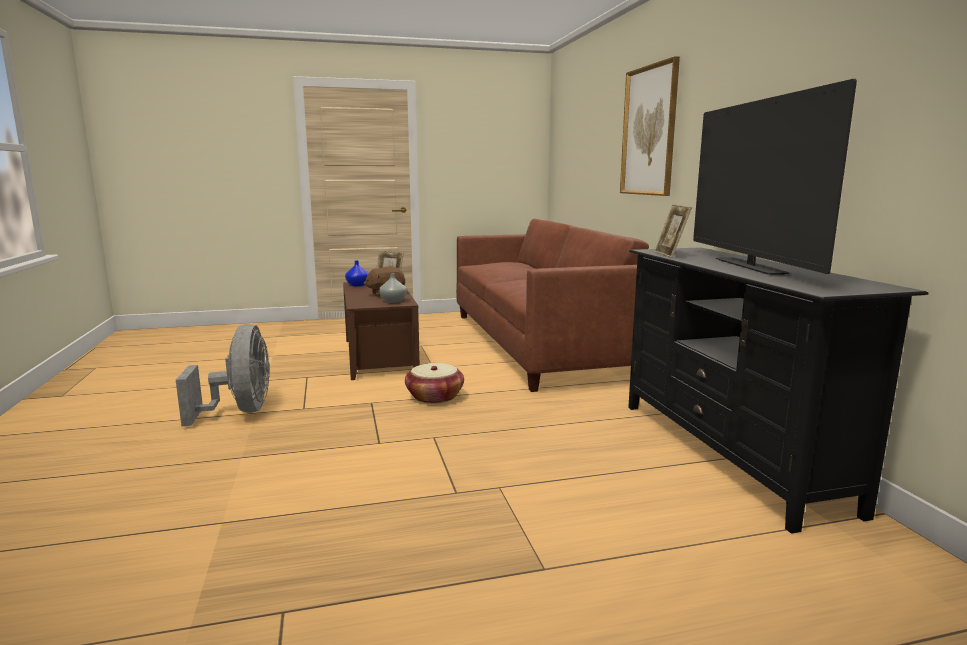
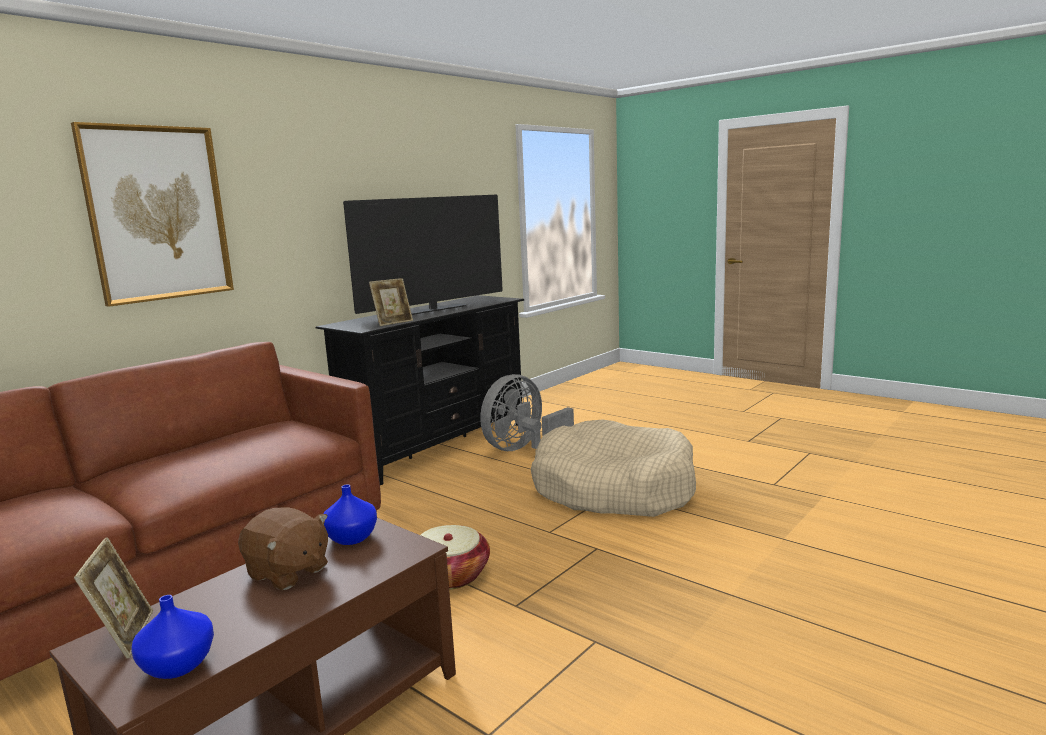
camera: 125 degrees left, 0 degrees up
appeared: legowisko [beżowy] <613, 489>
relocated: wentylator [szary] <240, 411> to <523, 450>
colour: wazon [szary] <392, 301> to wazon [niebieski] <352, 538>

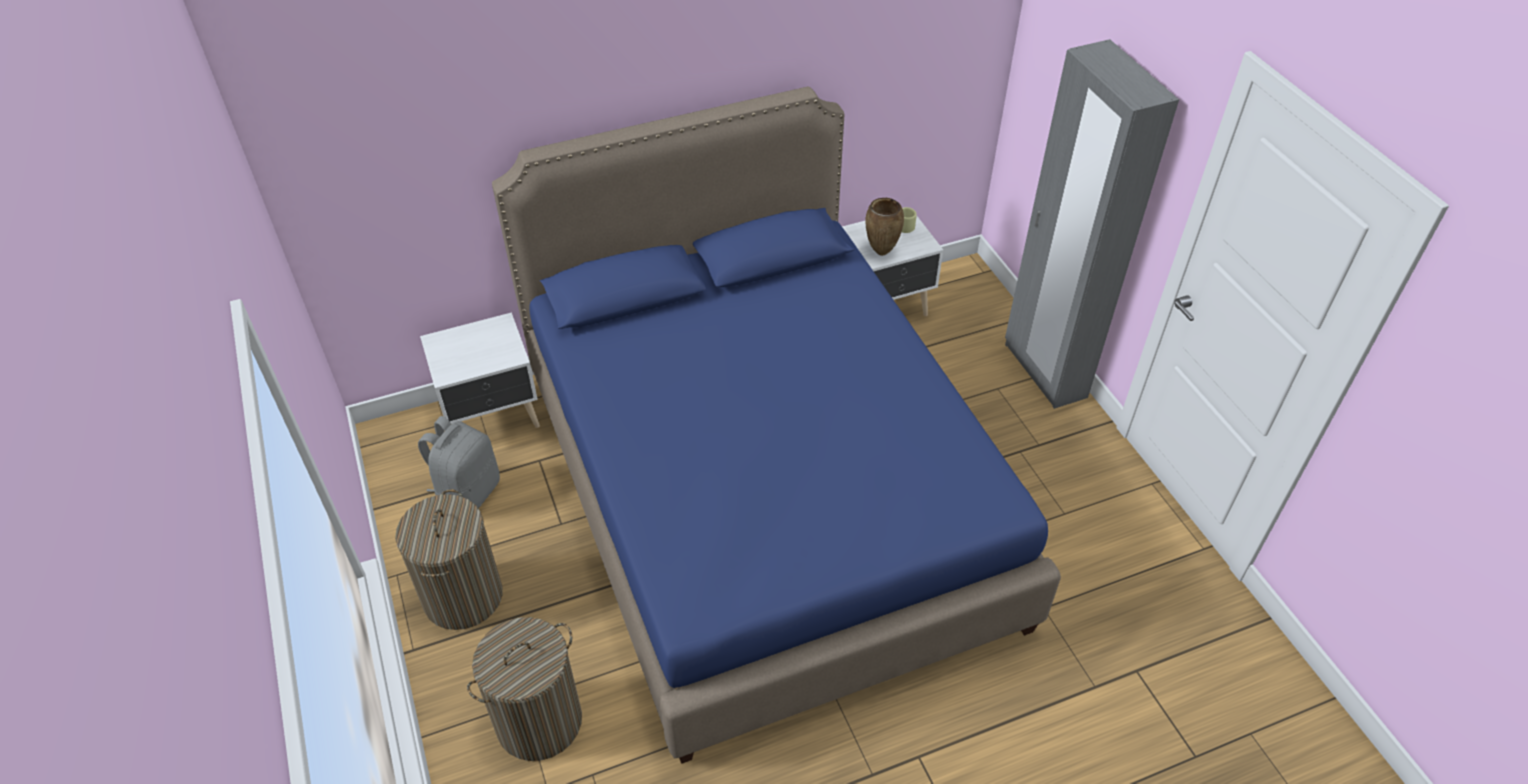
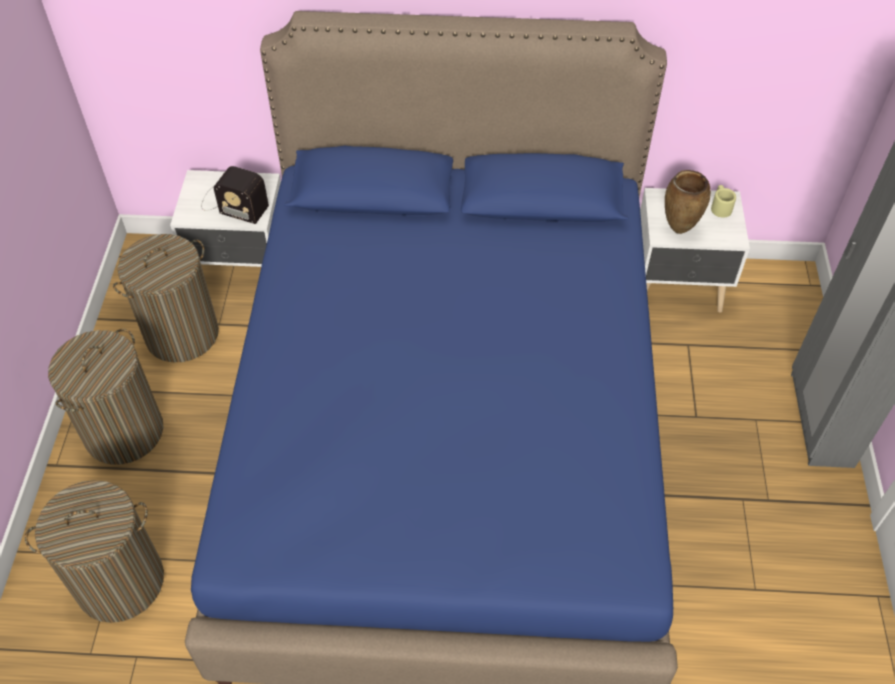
camera: 25 degrees right, 5 degrees up
appeared: radio <232, 203>
exchanged: plecak [szary] <467, 493> to kosz na pranie <182, 334>

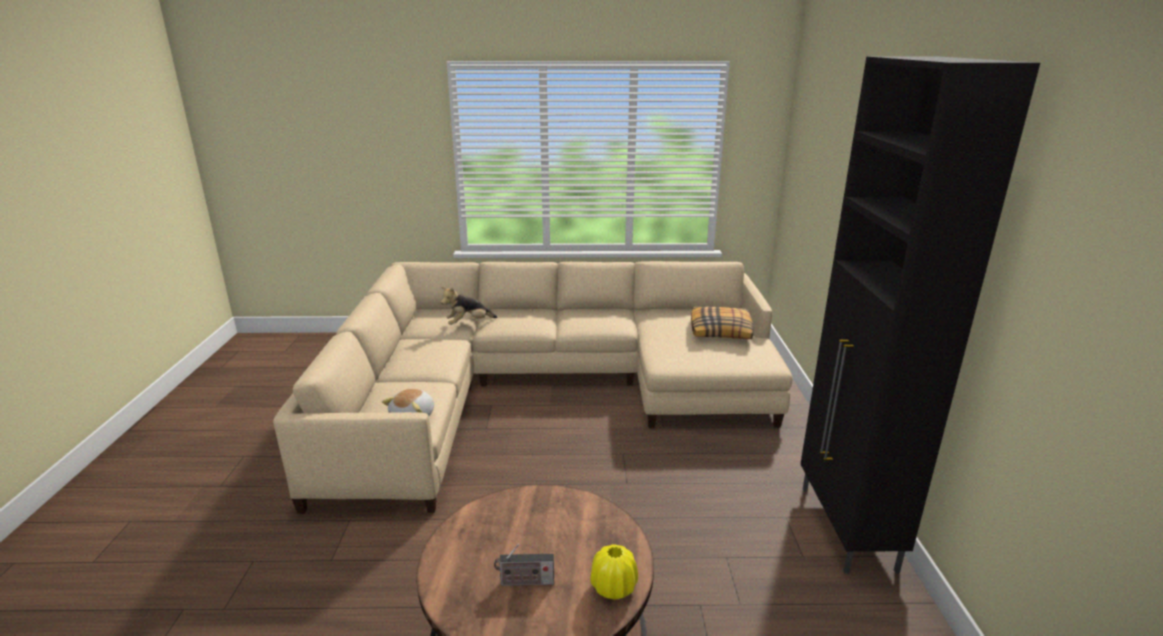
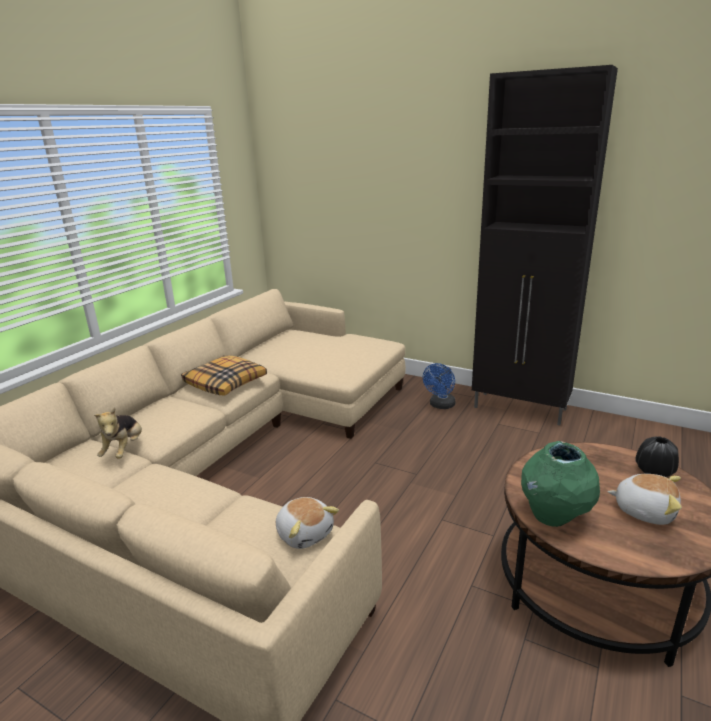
camera: 60 degrees left, 0 degrees up
appeared: wentylator [niebieski] <440, 405>; wazon [zielony] <554, 517>
relocated: poduszka <721, 331> to <226, 383>
exchanged: radio <524, 582> to pluszak <644, 510>
colour: wazon [żółty] <613, 587> to wazon [czarny] <654, 471>

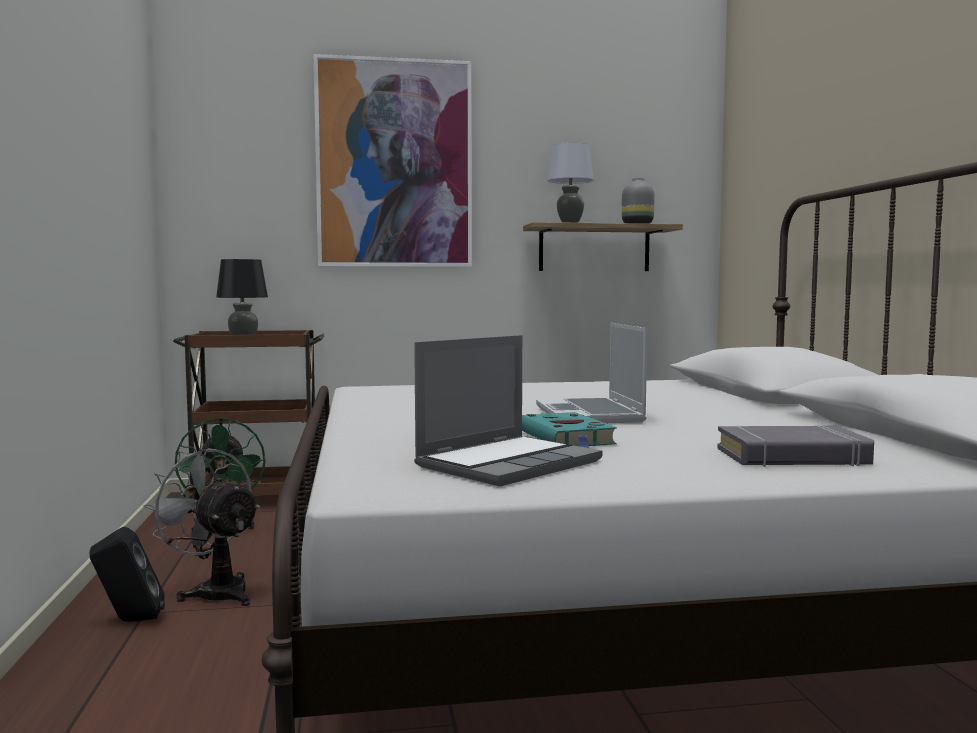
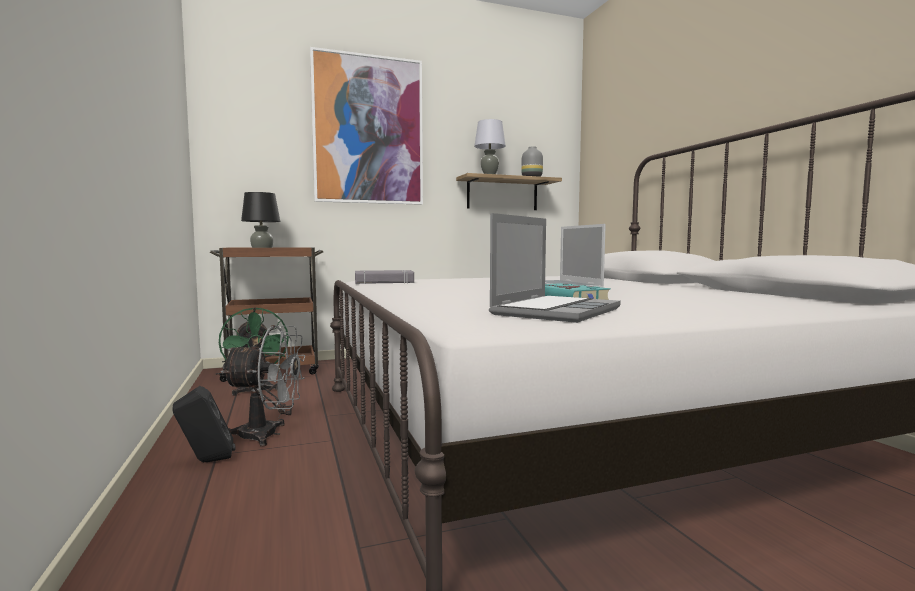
camera: 10 degrees left, 0 degrees up
relocated: książka [szary] <792, 457> to <384, 282>
spun: wentylator [szary] <214, 591> = <268, 435> 150 degrees clockwise

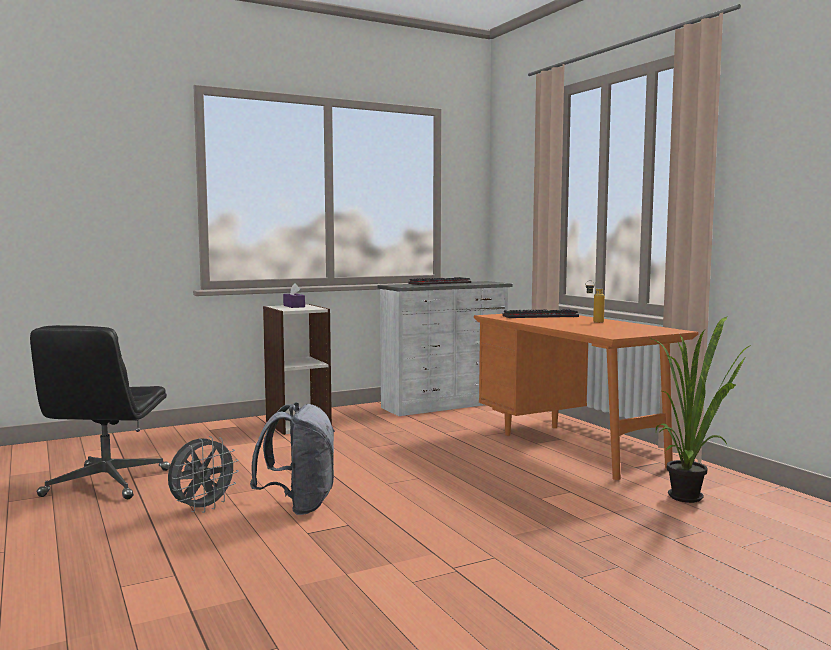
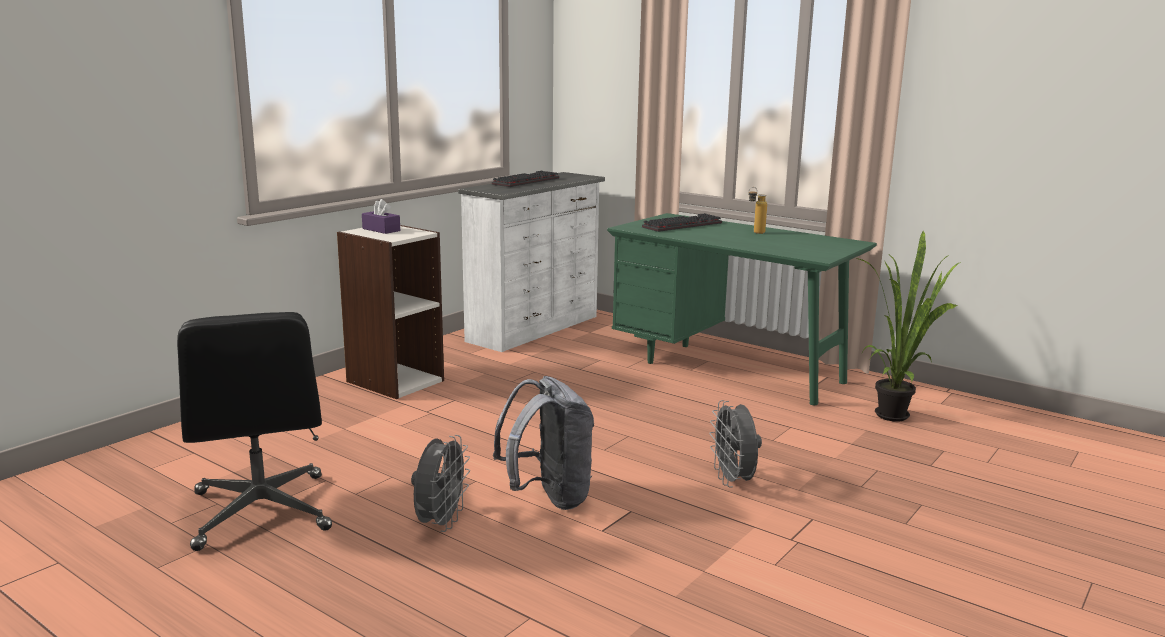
camera: 25 degrees left, 10 degrees up
appeared: wentylator [szary] <733, 481>
colour: biurko [pomarańczowy] <572, 446> to biurko [zielony] <730, 369>

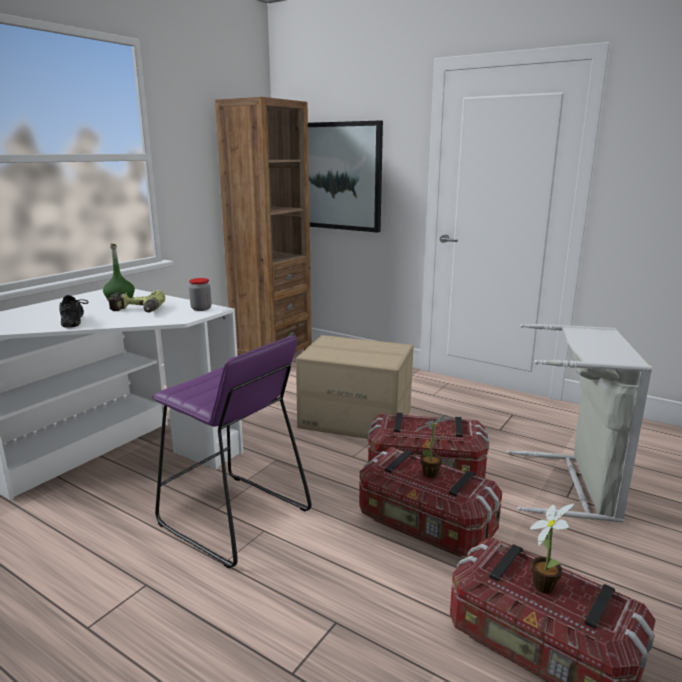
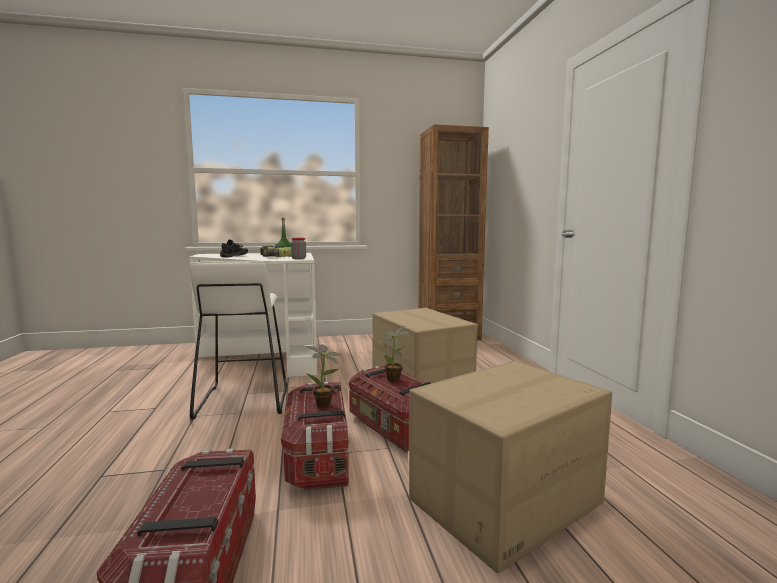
camera: 45 degrees right, 10 degrees down
missing: obraz <337, 176>
relocated: roślina doniczkowa <544, 584> to <395, 379>
exchanged: kosz na pranie [szary] <574, 486> to karton <506, 502>
colour: stołek [fioletowy] <233, 518> to stołek [biały] <243, 400>

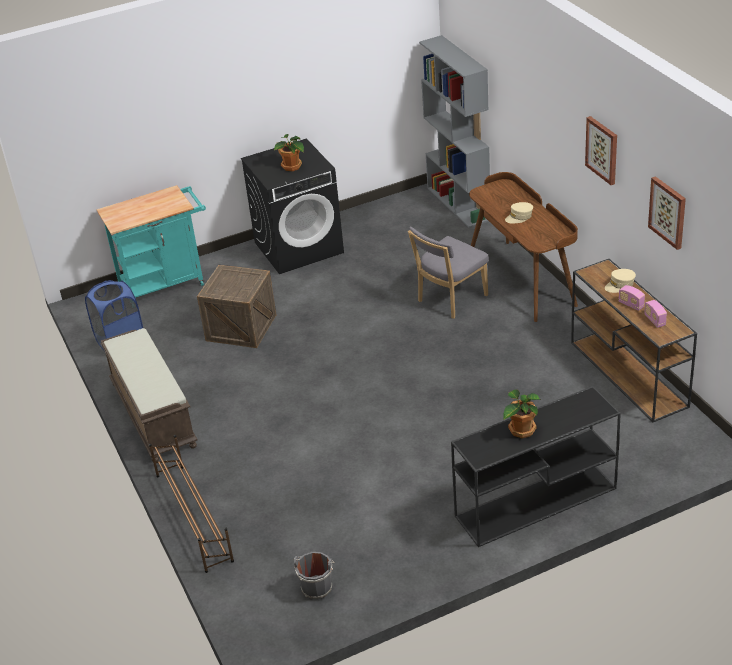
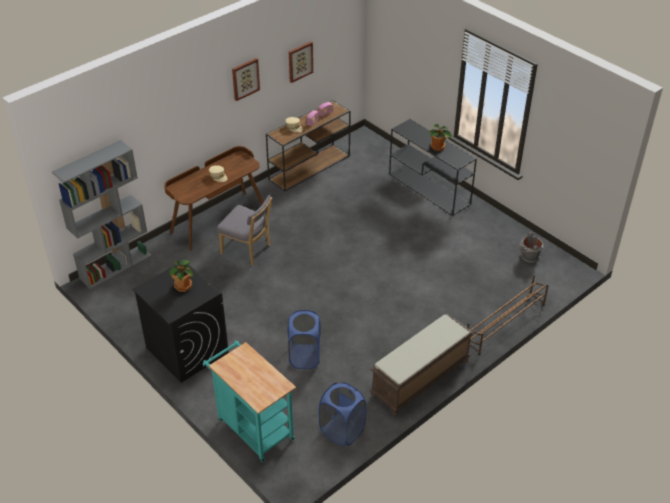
camera: 110 degrees left, 5 degrees up
exchanged: skrzynka <241, 327> to kosz na pranie [niebieski] <305, 357>

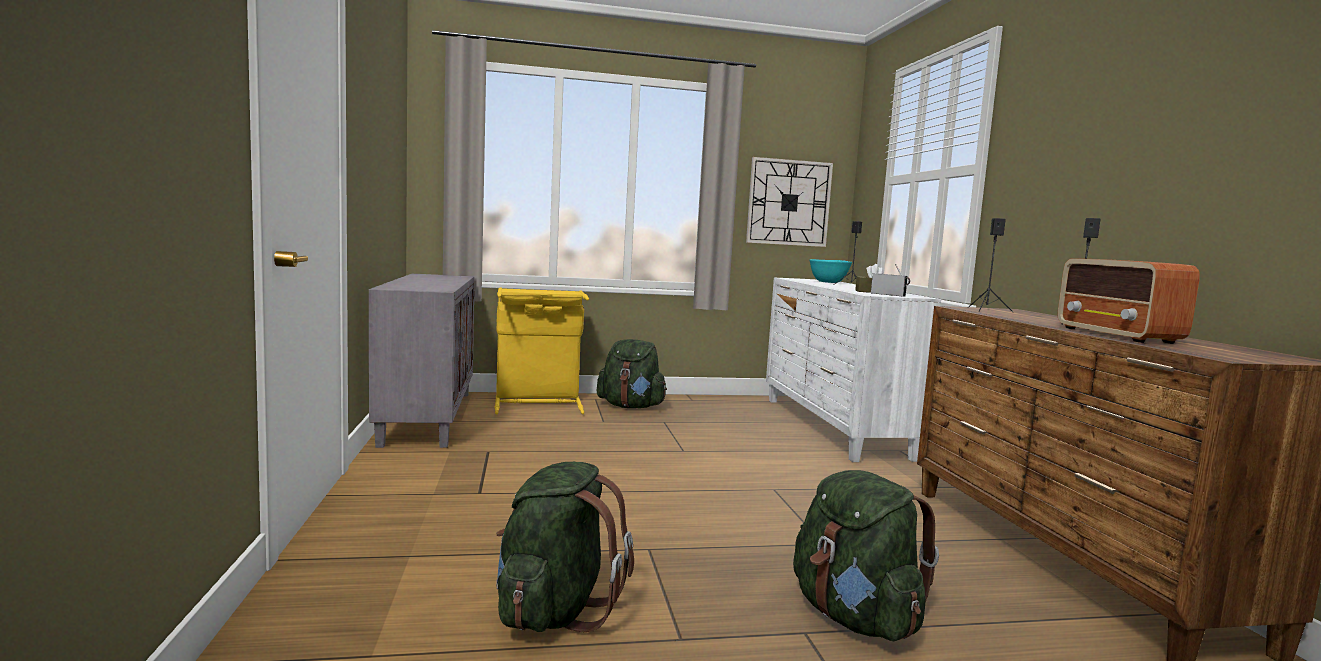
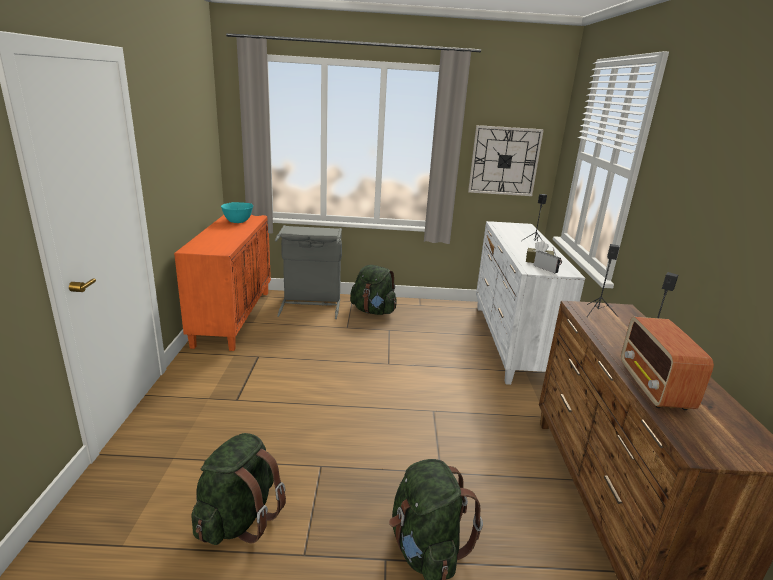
camera: 10 degrees right, 15 degrees up
relocated: miska [turkusowy] <828, 282> to <238, 221>
colour: szafka [szary] <427, 417> to szafka [pomarańczowy] <233, 317>; kosz na pranie [żółty] <538, 403> to kosz na pranie [szary] <310, 305>

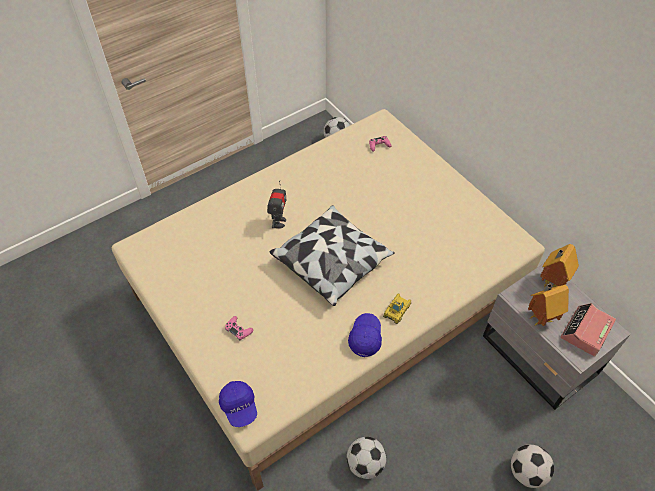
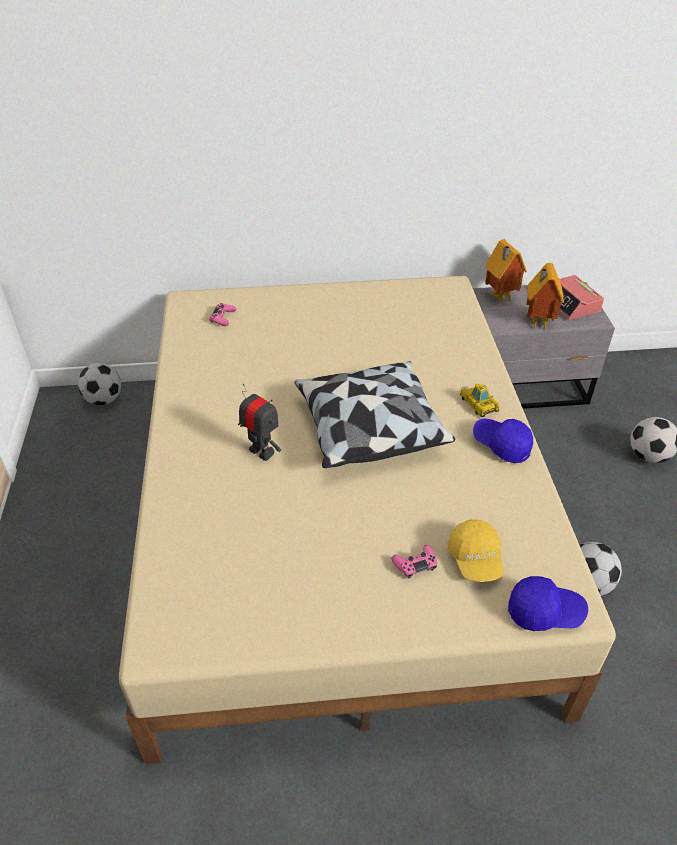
camera: 60 degrees left, 10 degrees down
appeared: czapka z daszkiem [żółty] <475, 559>

